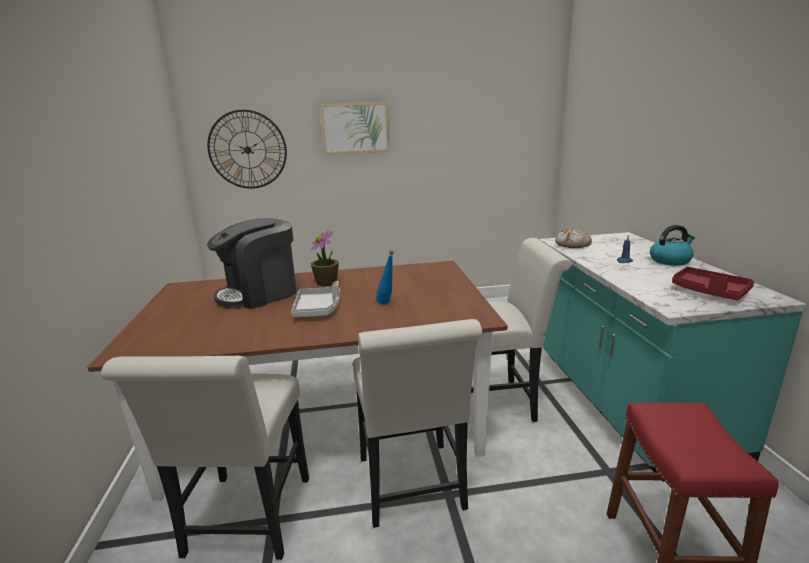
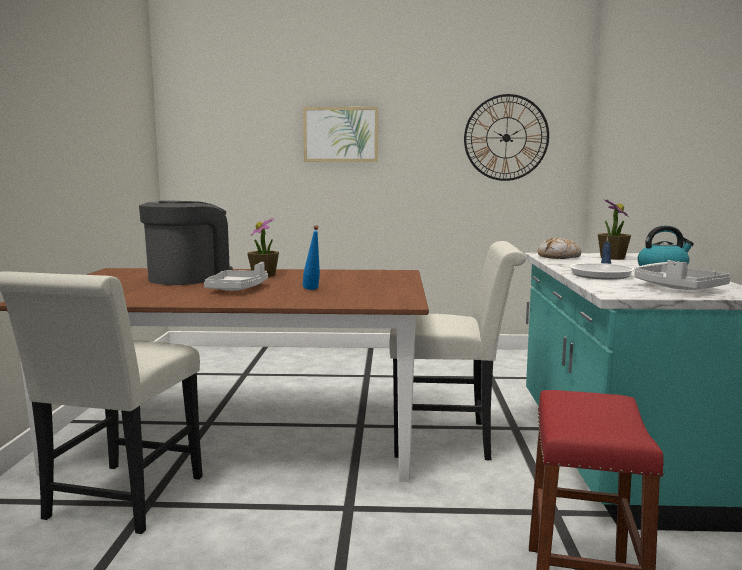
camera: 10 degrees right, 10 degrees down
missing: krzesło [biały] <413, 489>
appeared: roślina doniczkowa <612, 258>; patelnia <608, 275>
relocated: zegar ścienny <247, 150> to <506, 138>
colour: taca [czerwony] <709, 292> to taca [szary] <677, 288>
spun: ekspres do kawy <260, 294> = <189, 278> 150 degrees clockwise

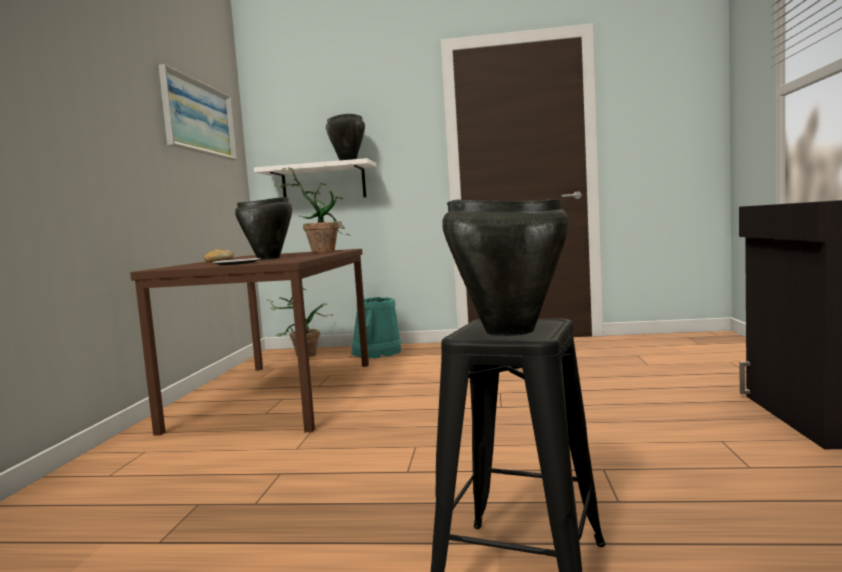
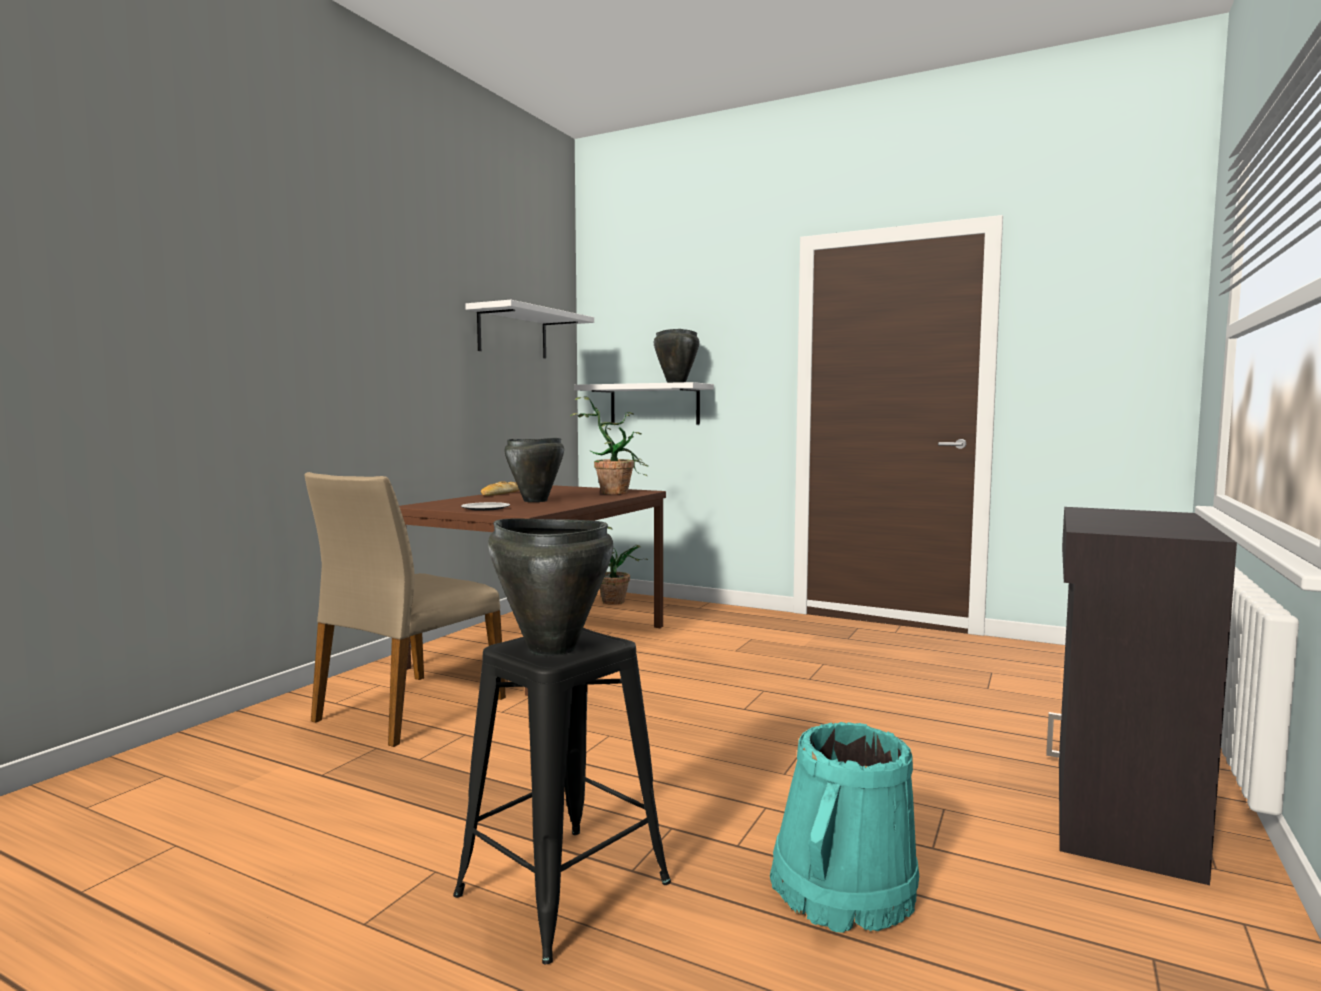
camera: 20 degrees right, 0 degrees up
appeared: krzesło [beżowy] <408, 709>
relocated: wiadro [turkusowy] <377, 353> to <843, 889>
exchanged: obraz <199, 118> to półka [biały] <513, 333>

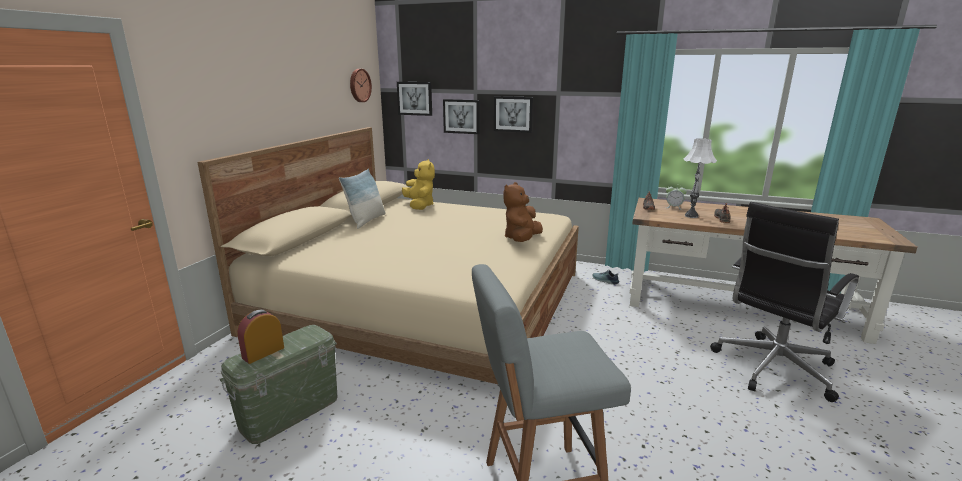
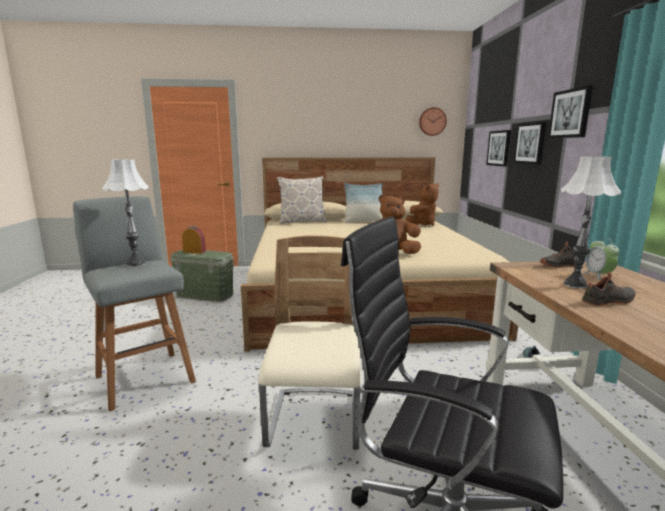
camera: 65 degrees right, 5 degrees down
appeared: lampa stołowa [biały] <136, 264>; poduszka <302, 222>; krzesło [beżowy] <315, 421>
relocated: obraz <415, 98> to <570, 113>
colour: pluszak [żółty] <419, 206> to pluszak [brązowy] <422, 224>

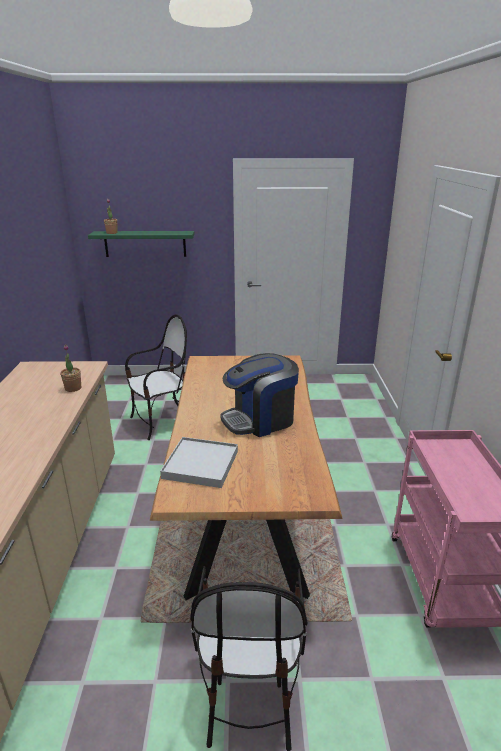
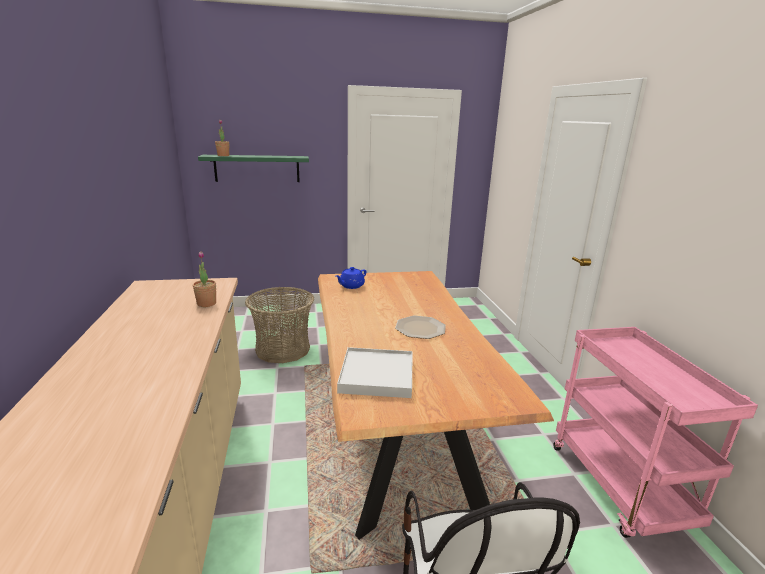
camera: 10 degrees left, 5 degrees down
appeared: imbryk [niebieski] <351, 286>
exchanged: krzesło <162, 421> to koszyk <283, 349>; ekspres do kawy <260, 420> to talerz <421, 328>

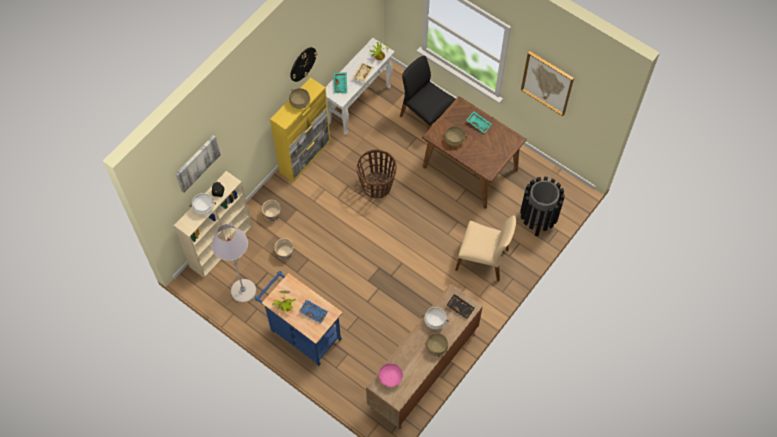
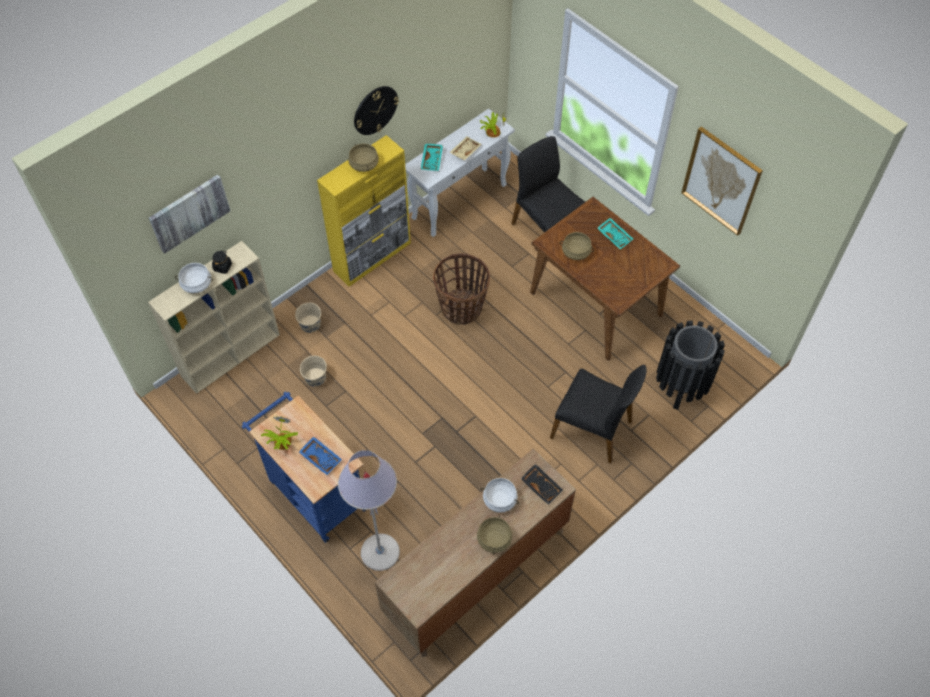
camera: 10 degrees right, 5 degrees down
missing: miska [różowy] <391, 378>
relocated: lampa stojąca [szary] <243, 291> to <380, 552>
colour: krzesło [beżowy] <483, 259> to krzesło [czarny] <592, 429>

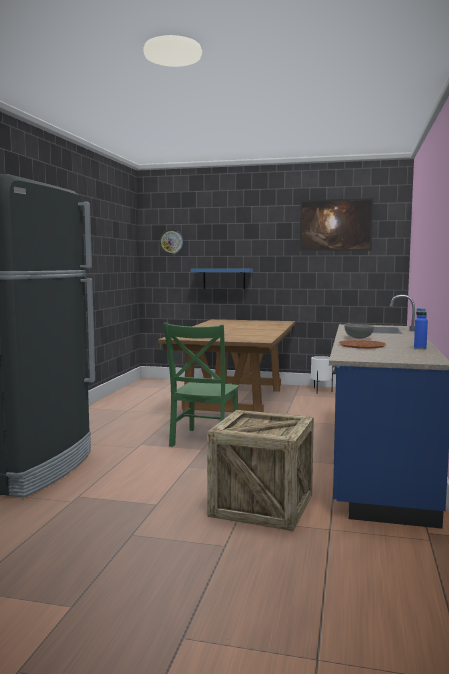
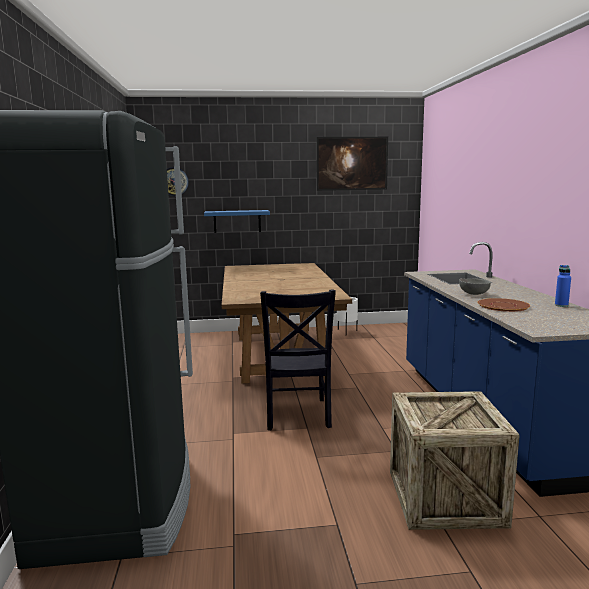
camera: 20 degrees left, 5 degrees up
colour: krzesło [zielony] <203, 441> to krzesło [czarny] <297, 415>

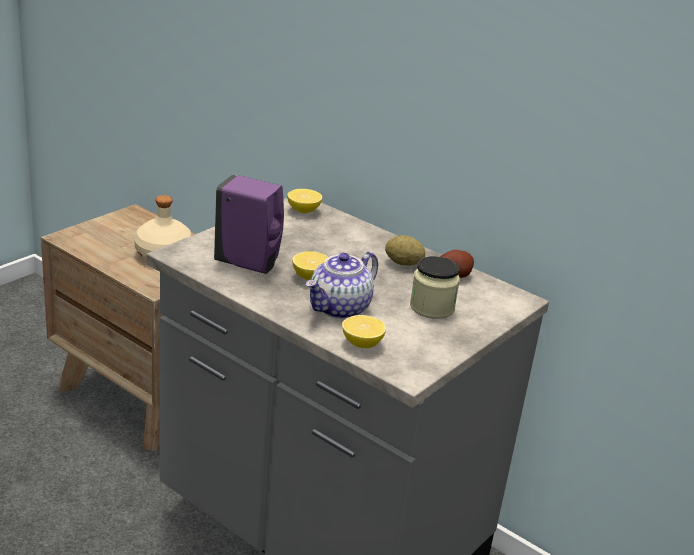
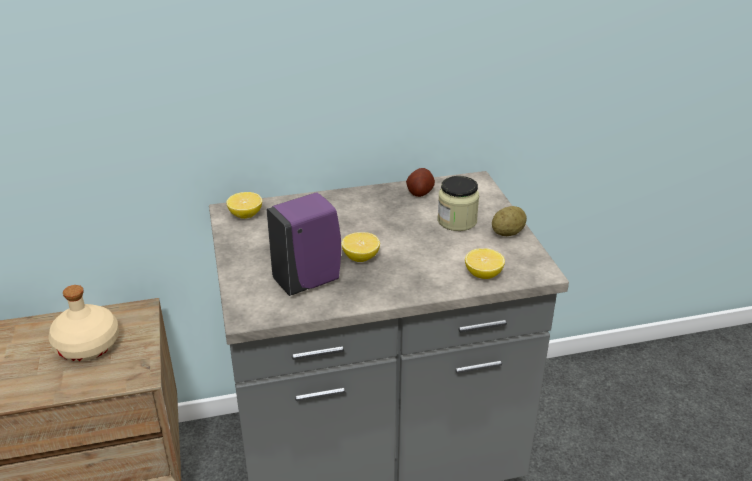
camera: 50 degrees left, 5 degrees up
missing: imbryk <340, 309>
relocated: ziemniak <403, 263> to <507, 233>

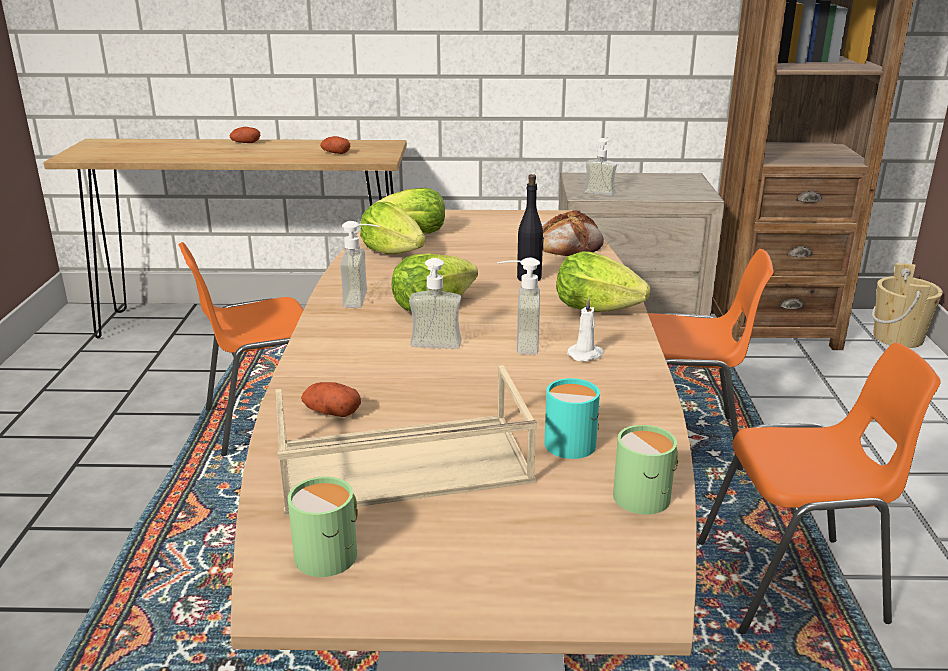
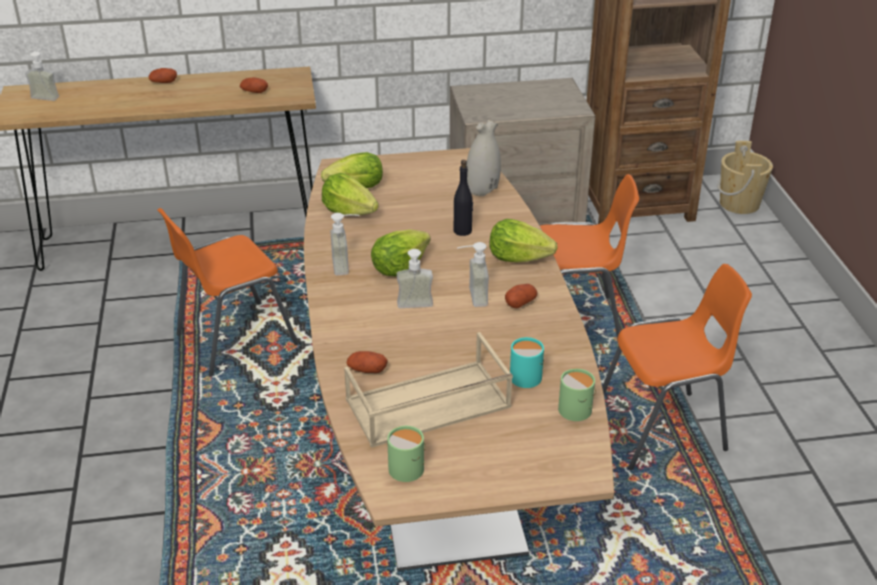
camera: 10 degrees left, 10 degrees up
relocated: dozownik mydła <601, 191> to <48, 95>
exchanged: chleb <567, 243> to wazon [biały] <482, 189>; świeca [biały] <586, 355> to ziemniak <520, 303>

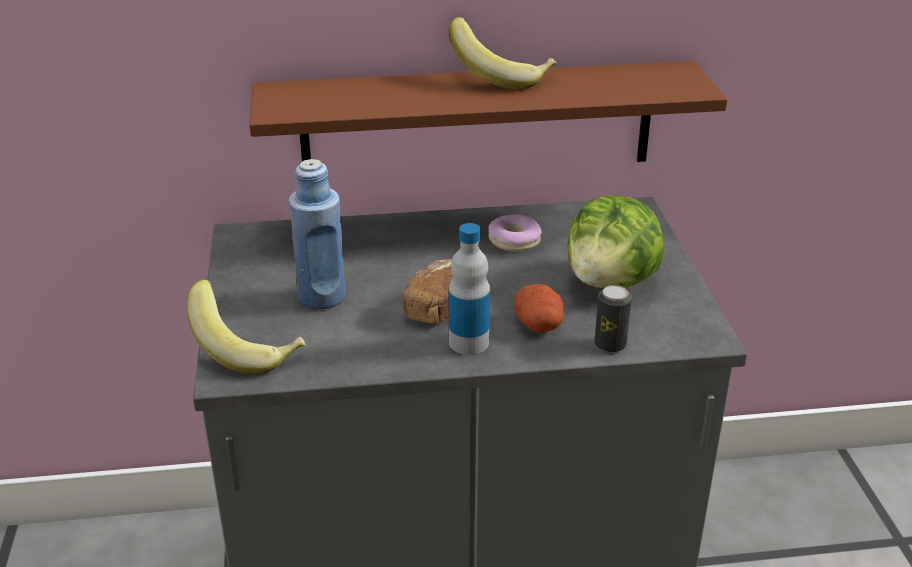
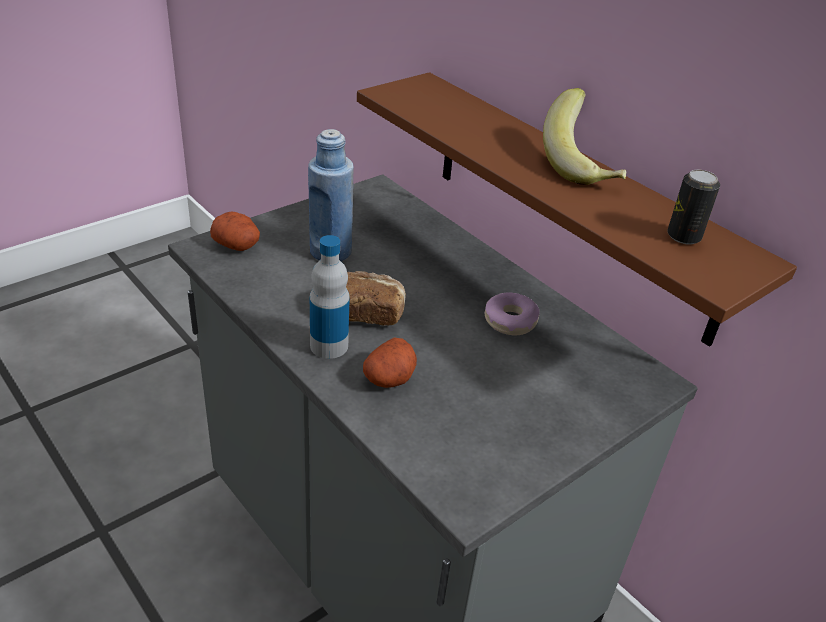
camera: 55 degrees right, 5 degrees up
missing: sałata <611, 282>
relocated: puszka <610, 344> to <683, 236>
exchanged: banan <249, 350> to ziemniak <237, 245>

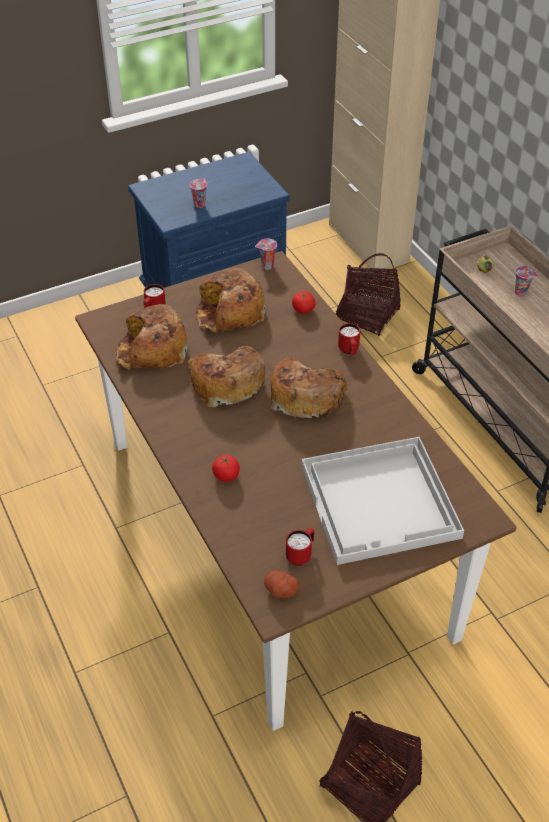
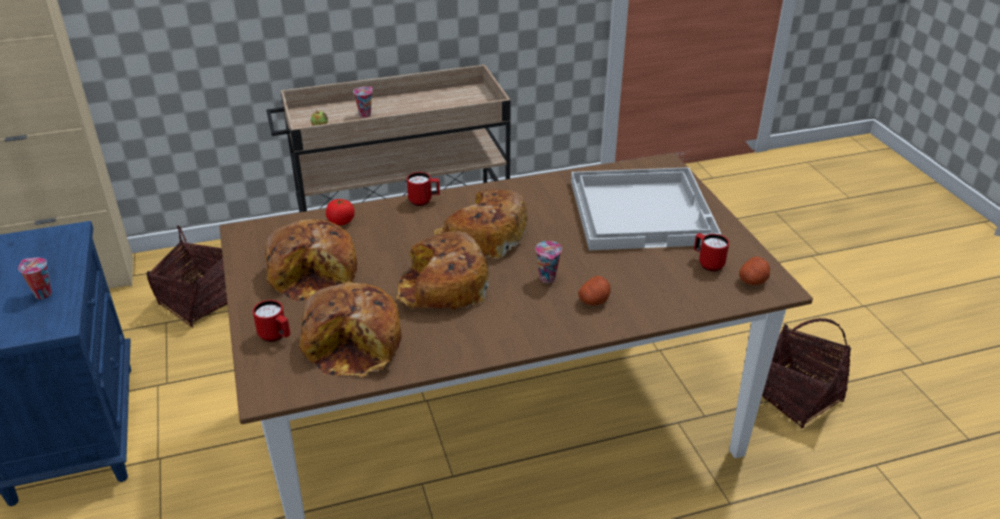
camera: 80 degrees left, 10 degrees down
relocated: filiżanka <267, 266> to <548, 279>
exchanged: pomidor <226, 475> to ziemniak <594, 301>

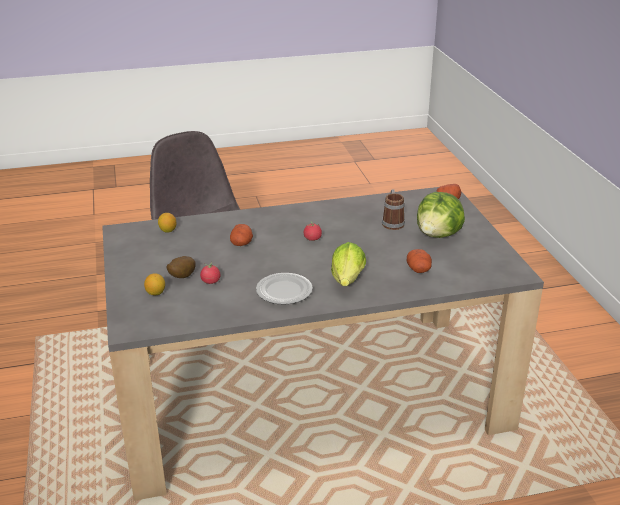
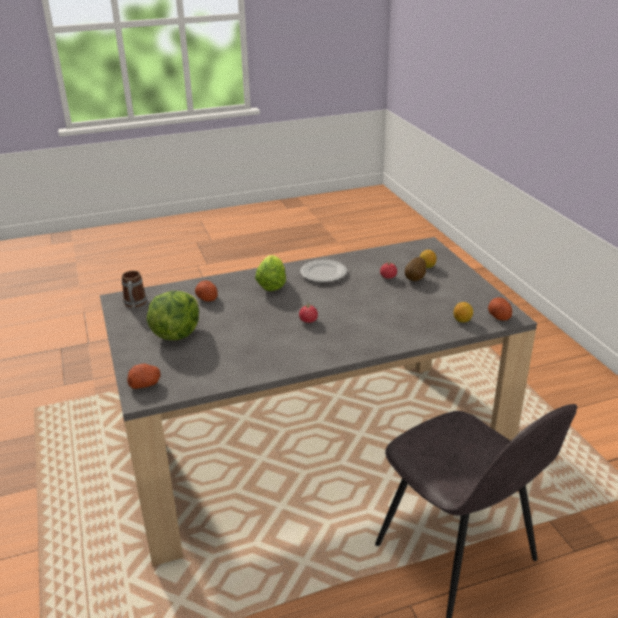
camera: 175 degrees right, 0 degrees up
relocated: kubek <392, 222> to <135, 304>; ziemniak <241, 243> to <498, 315>

